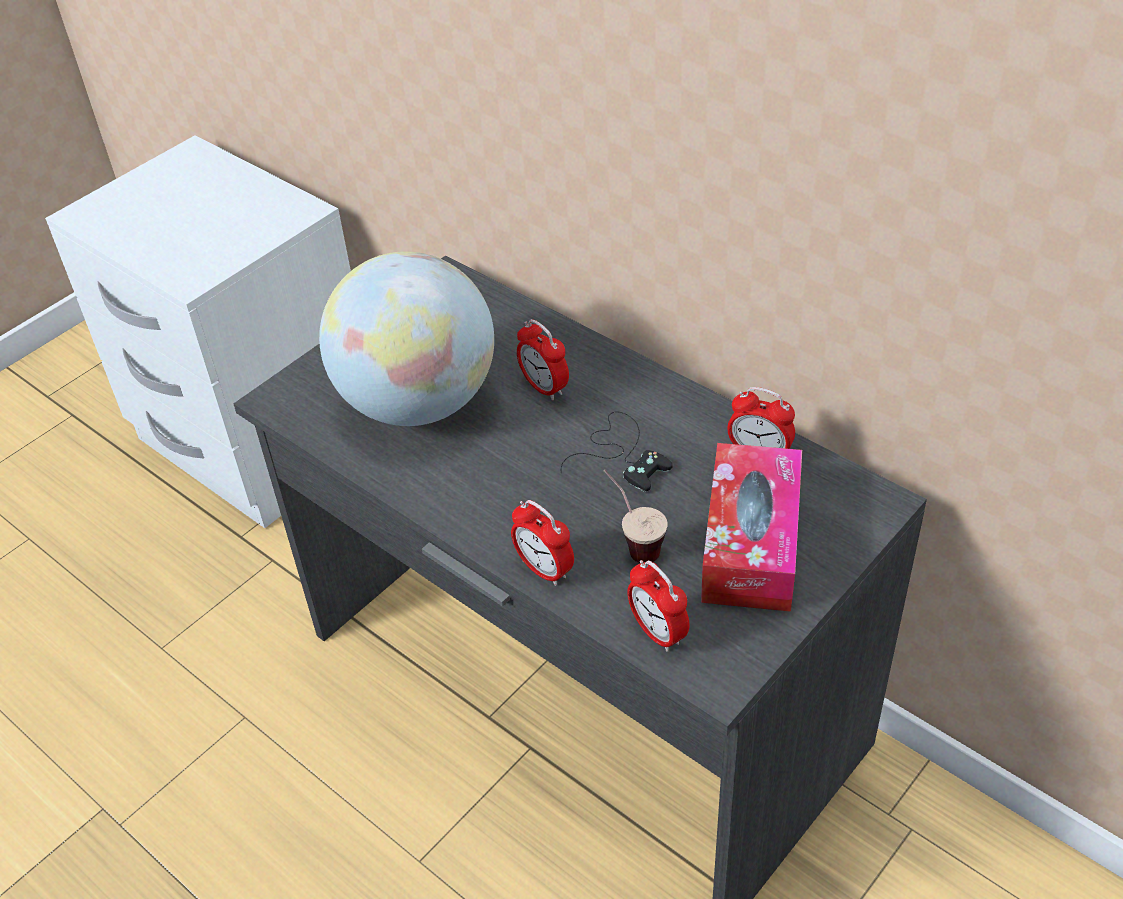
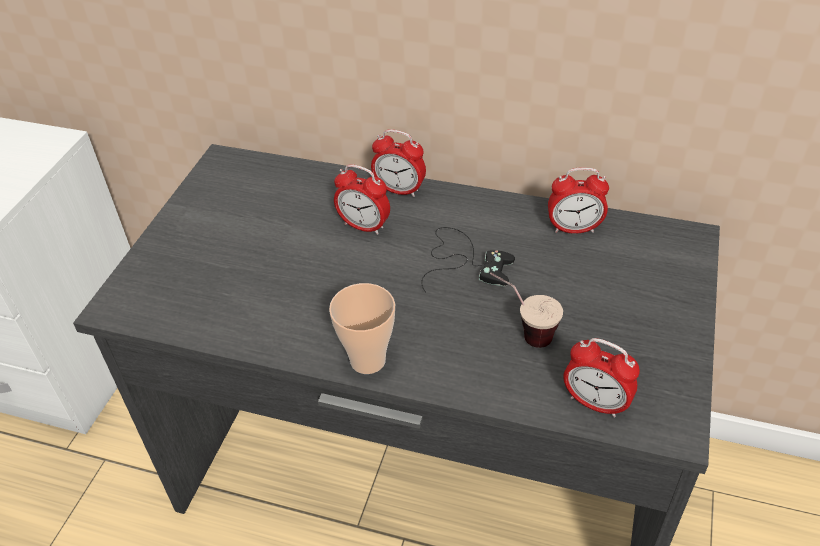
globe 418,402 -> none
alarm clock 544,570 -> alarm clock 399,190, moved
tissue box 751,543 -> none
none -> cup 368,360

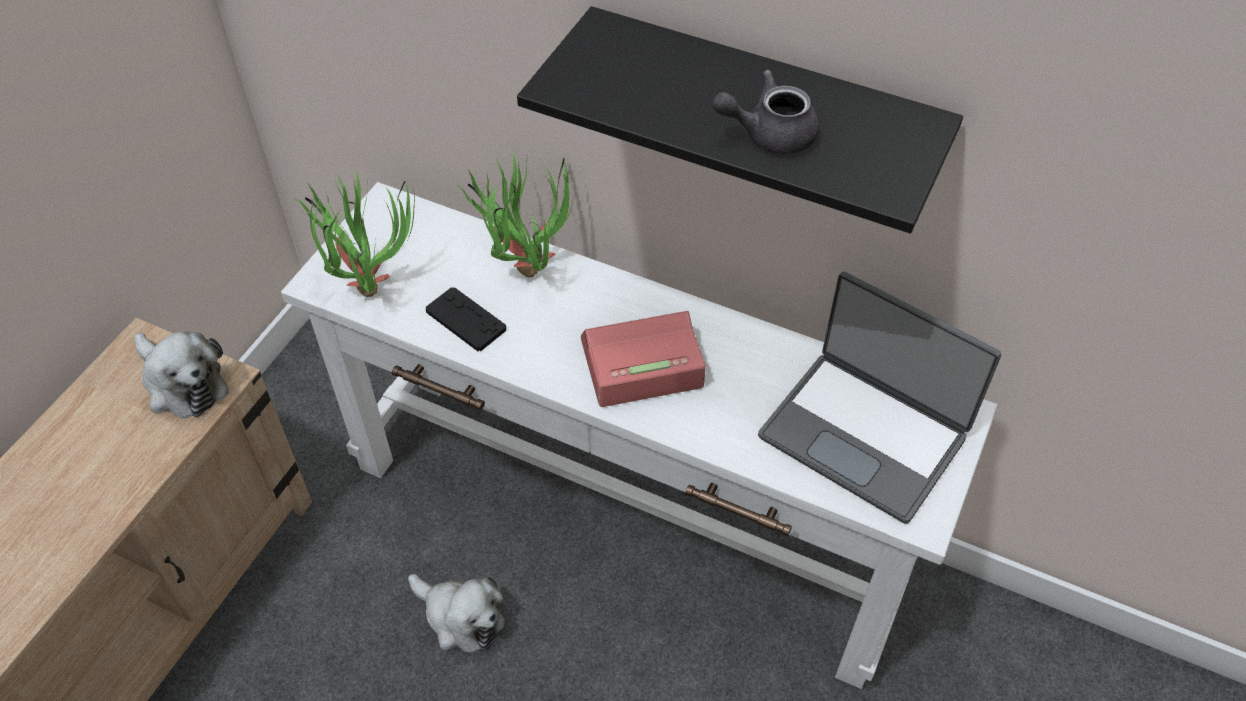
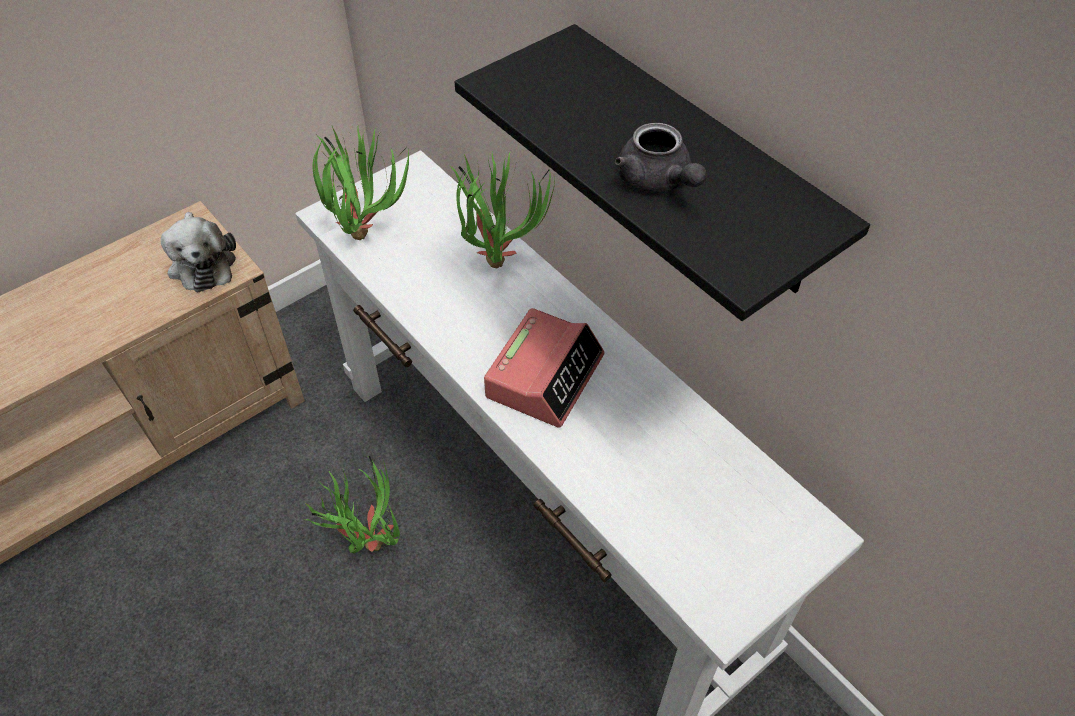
plush toy 460,617 -> potted plant 365,540
black game controller 466,320 -> none
alarm clock 641,364 -> alarm clock 545,376, 105 degrees clockwise
grey teapot 769,134 -> grey teapot 657,181, 135 degrees counterclockwise
laptop 865,434 -> none

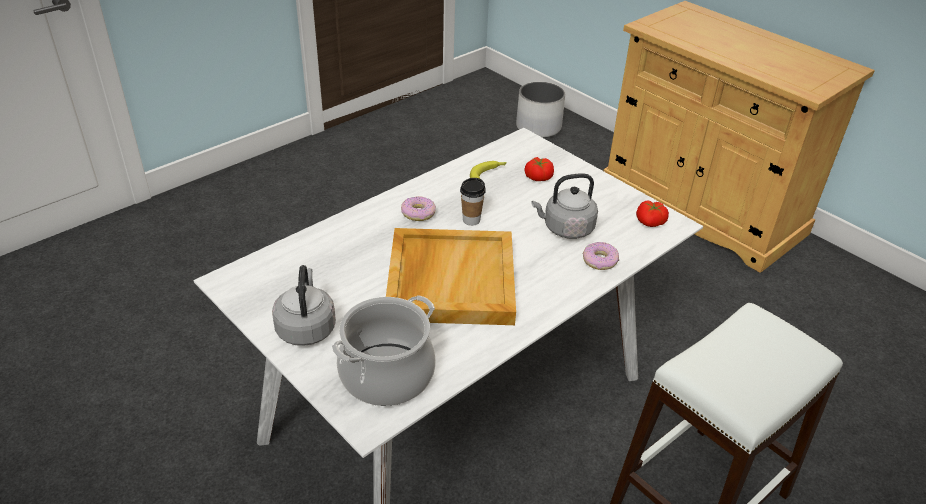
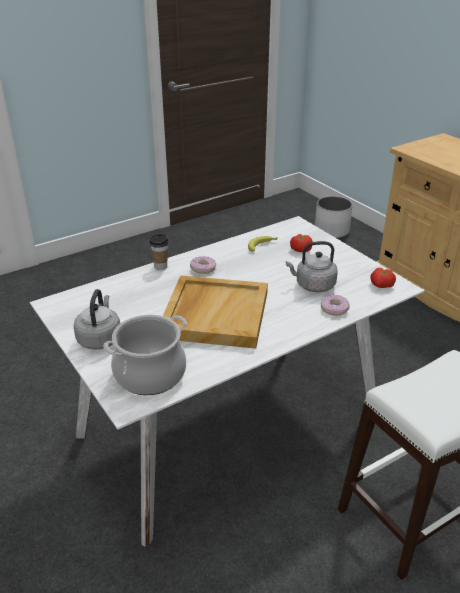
cup 471,220 -> cup 160,266, moved

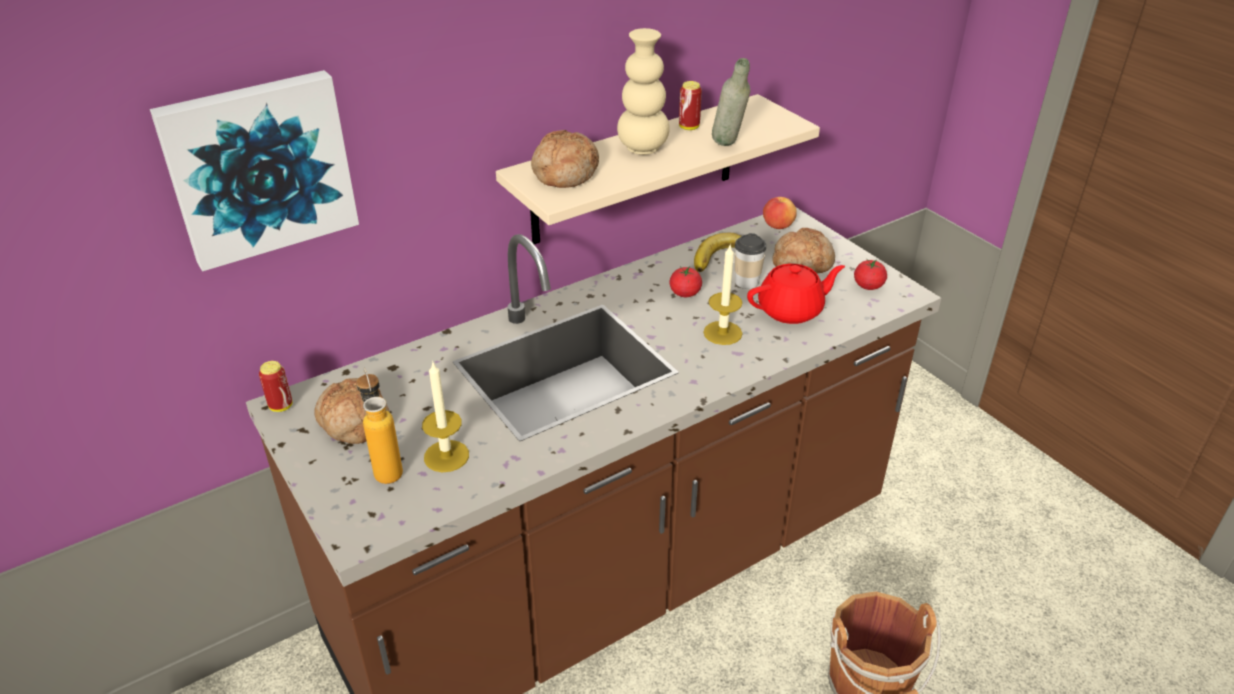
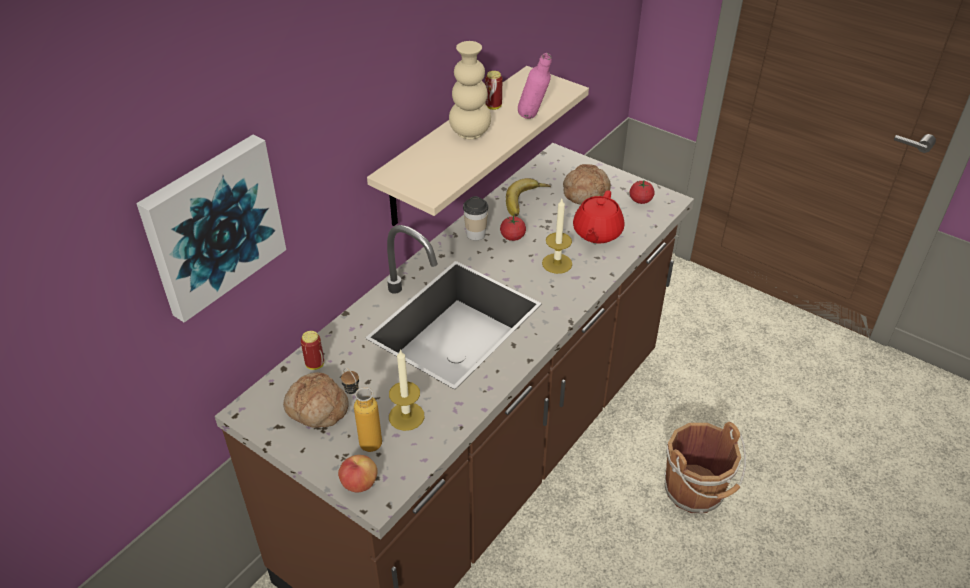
can 281,406 -> can 315,364, moved
bread 564,172 -> none
grey bottle 728,147 -> pink bottle 533,119
cup 746,282 -> cup 475,234, moved
red teapot 791,310 -> red teapot 596,233, 150 degrees clockwise
apple 777,226 -> apple 359,484, moved

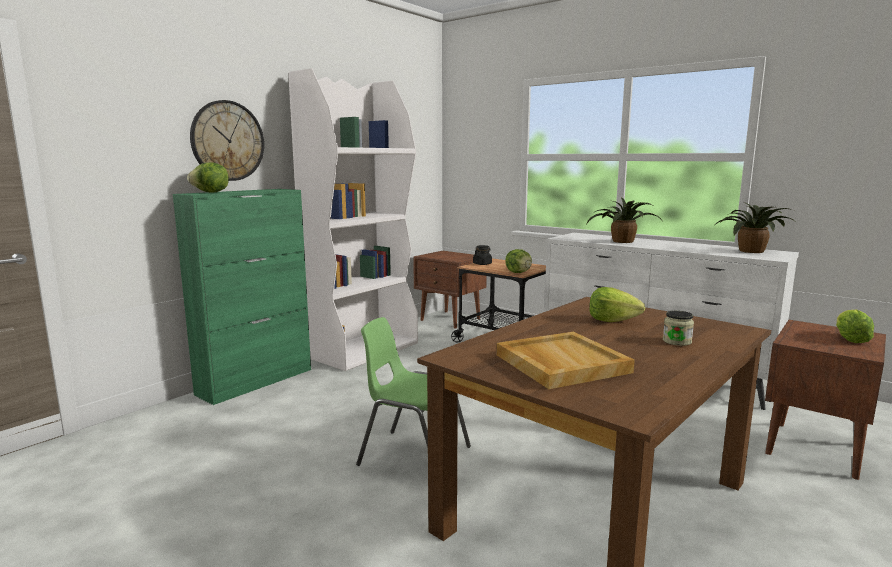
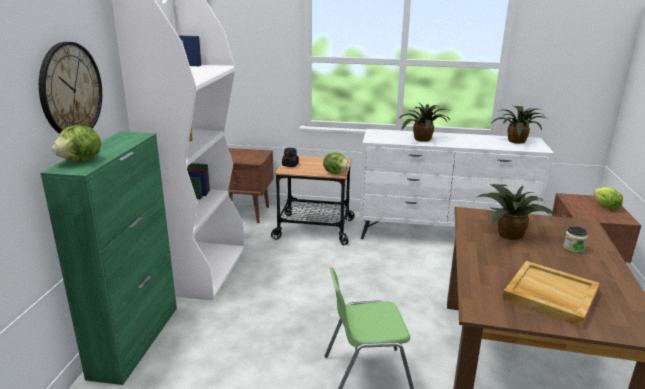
lettuce 612,320 -> potted plant 509,233

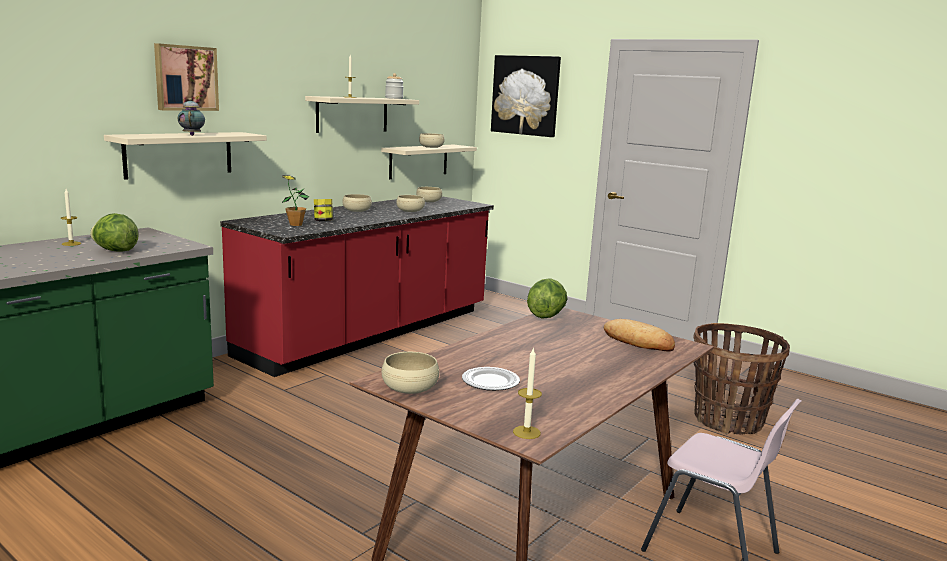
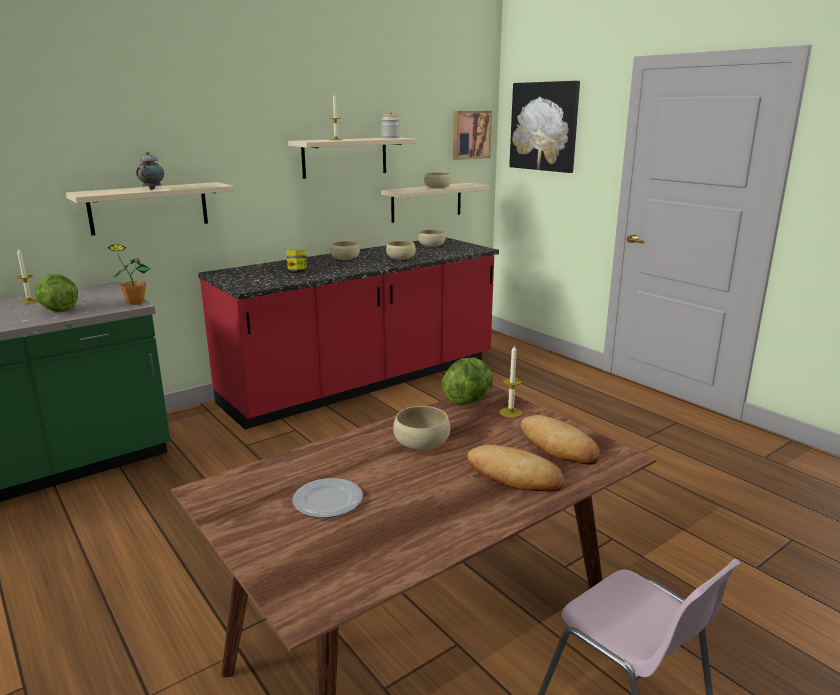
picture 185,78 -> picture 470,135, moved
potted plant 296,224 -> potted plant 135,302, moved
beige bowl 410,387 -> beige bowl 421,442, moved
candle 526,432 -> candle 510,412, moved
basket 728,420 -> none
none -> bread 514,475

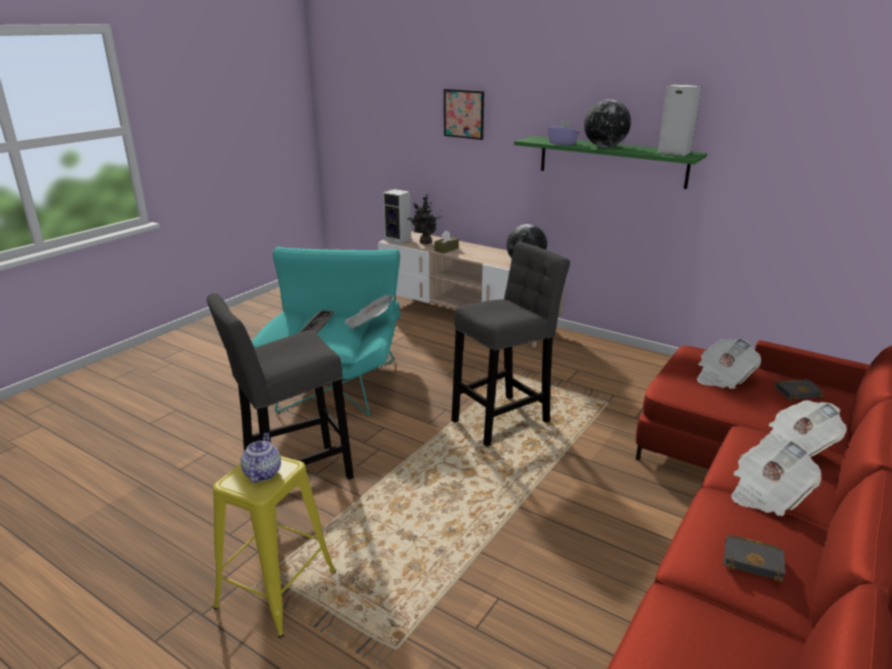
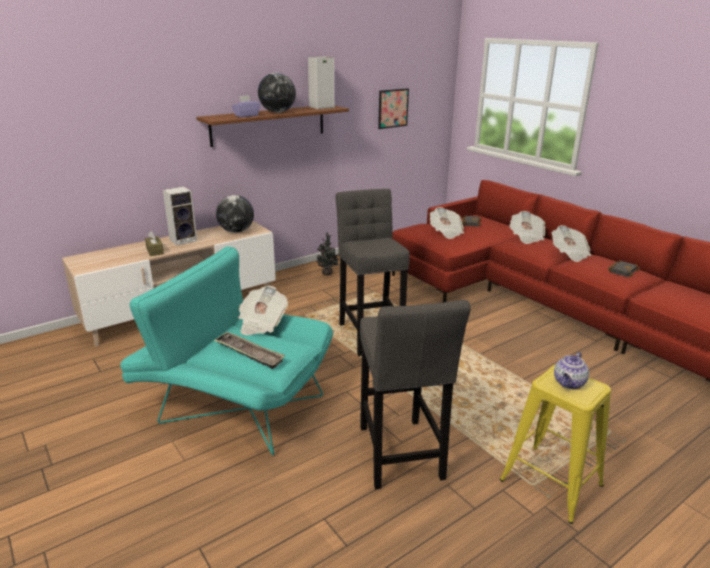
teapot 262,473 -> teapot 569,383, 75 degrees counterclockwise
speaker 399,240 -> speaker 184,240, moved
potted plant 424,242 -> potted plant 328,273, moved
picture 464,114 -> picture 393,108, moved
green shelf 611,161 -> brown shelf 269,125

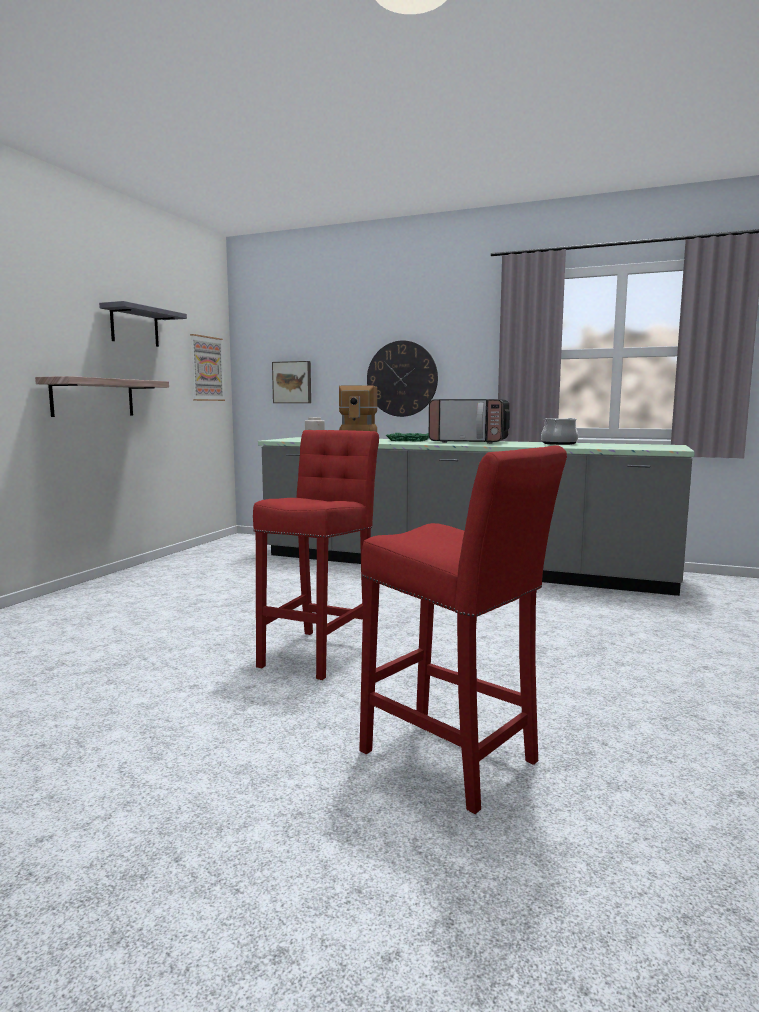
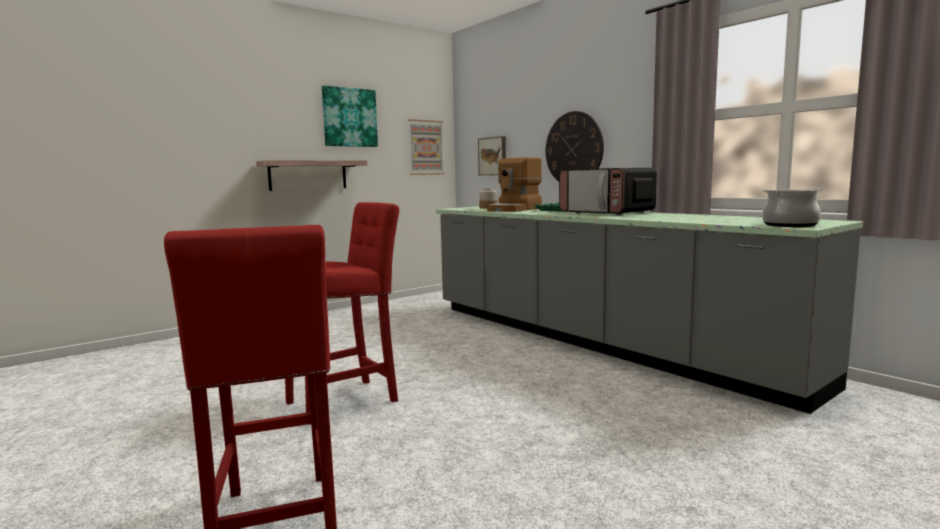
grey shelf 134,326 -> picture 349,117
cooking pot 559,443 -> cooking pot 790,225, moved

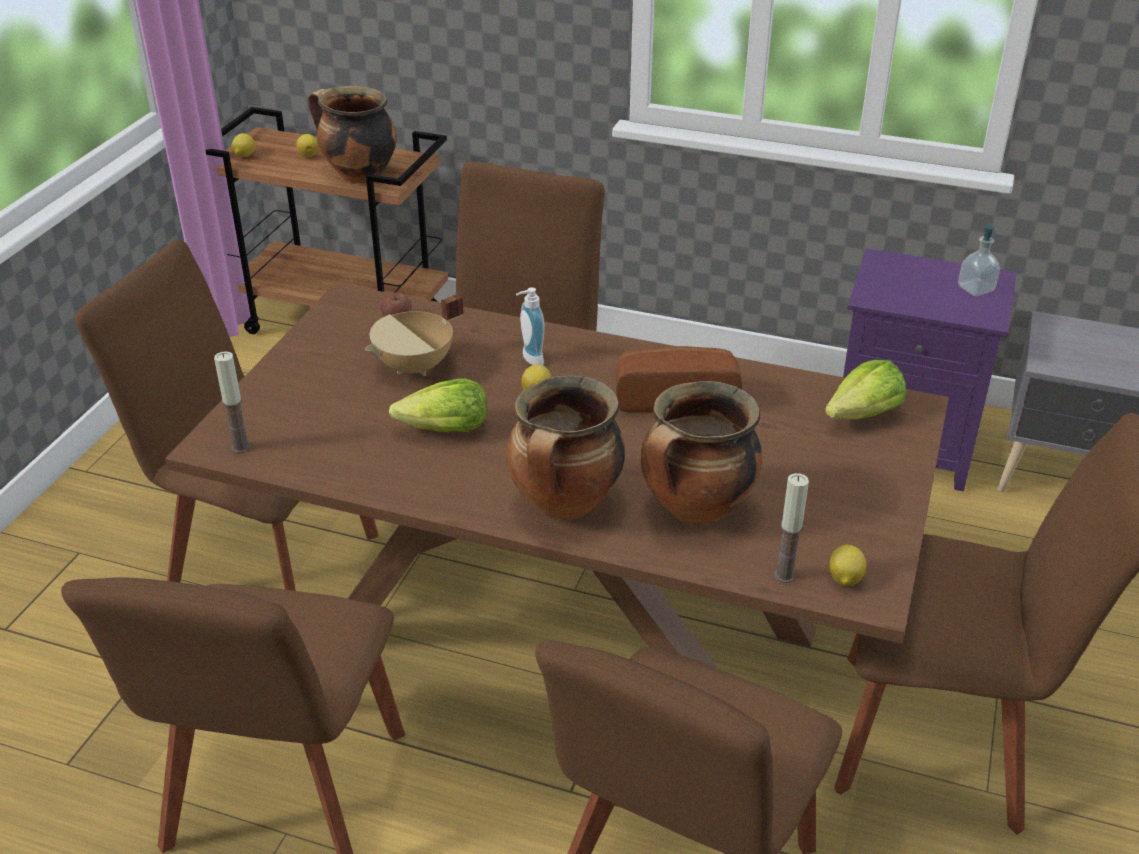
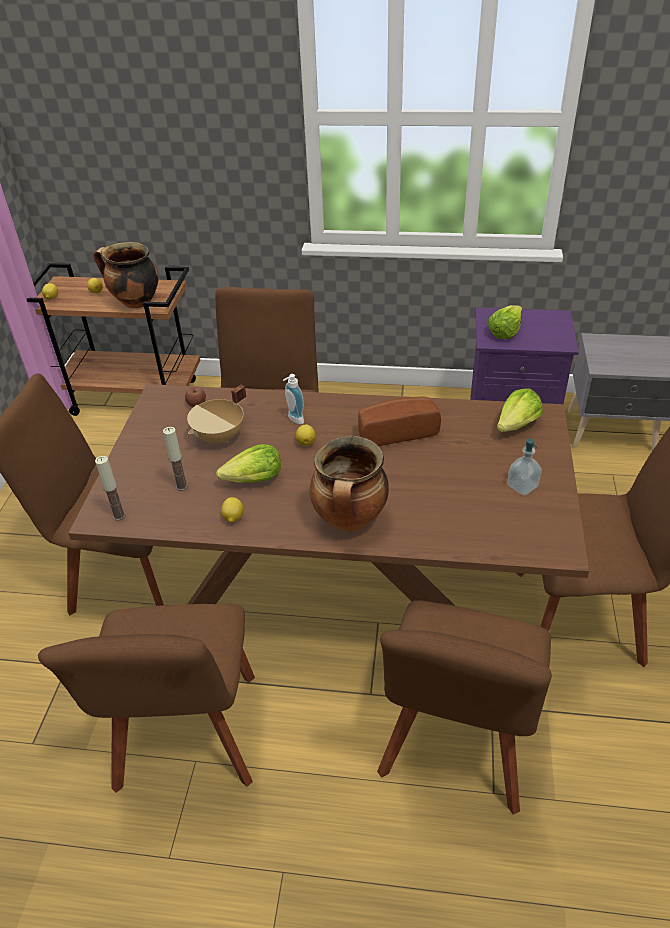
cooking pot 696,510 -> none
candle 784,575 -> candle 182,486, moved
lemon 844,579 -> lemon 233,518, moved
soap dispenser 975,289 -> soap dispenser 522,486, moved
none -> lettuce 504,331

